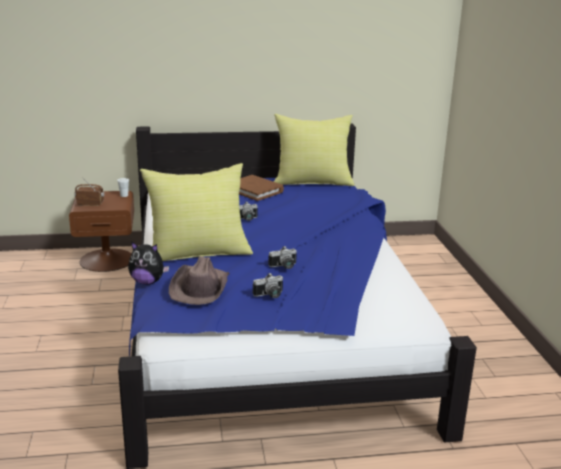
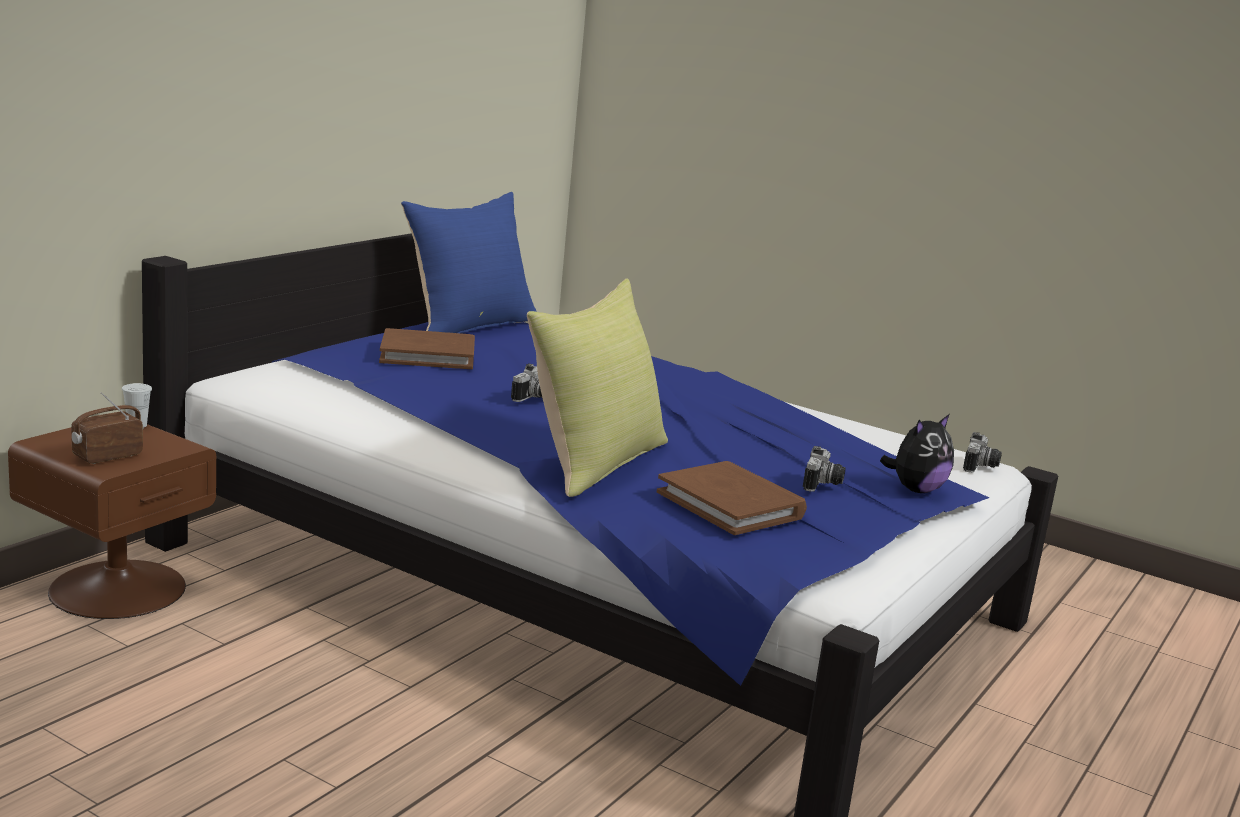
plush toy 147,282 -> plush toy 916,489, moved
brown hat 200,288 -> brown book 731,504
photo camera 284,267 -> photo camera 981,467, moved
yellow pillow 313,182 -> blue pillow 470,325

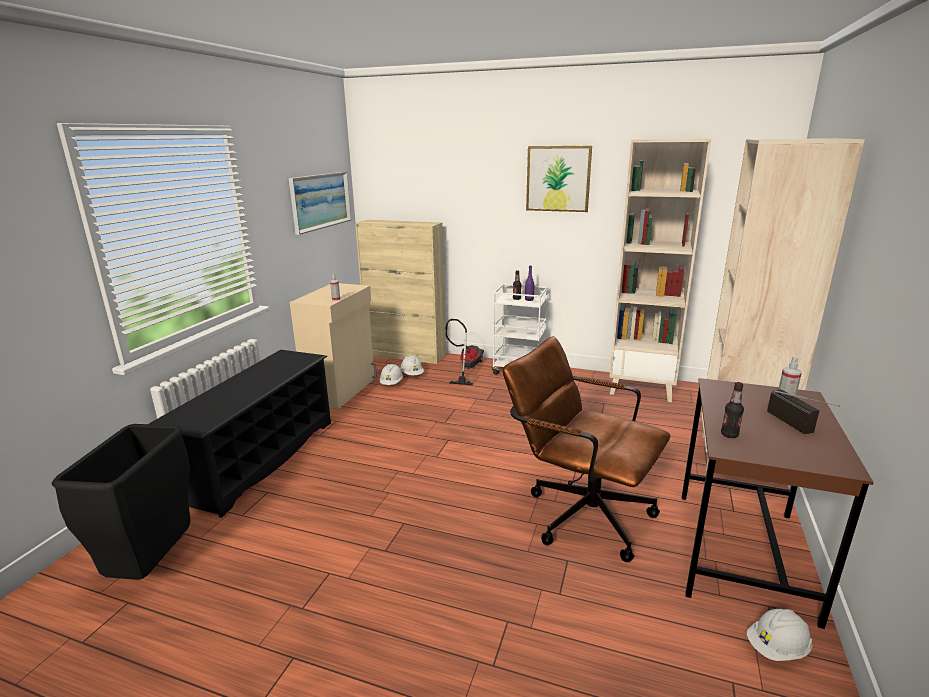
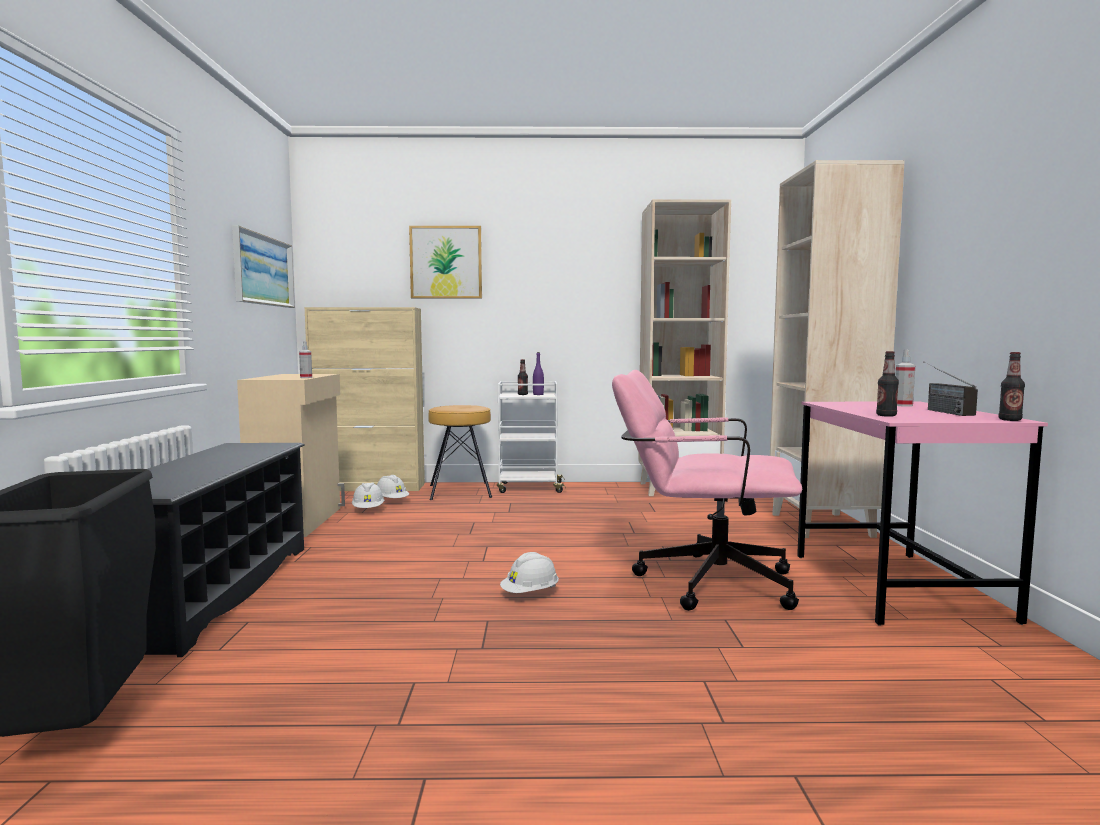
vacuum cleaner 466,368 -> brown stool 460,491
brown office chair 579,512 -> pink office chair 701,581
picture 558,179 -> picture 446,262, moved
brown desk 742,554 -> pink desk 897,587
white hard hat 777,648 -> white hard hat 530,594, moved
radio 801,428 -> radio 939,411, 150 degrees counterclockwise
none -> bottle 1010,420

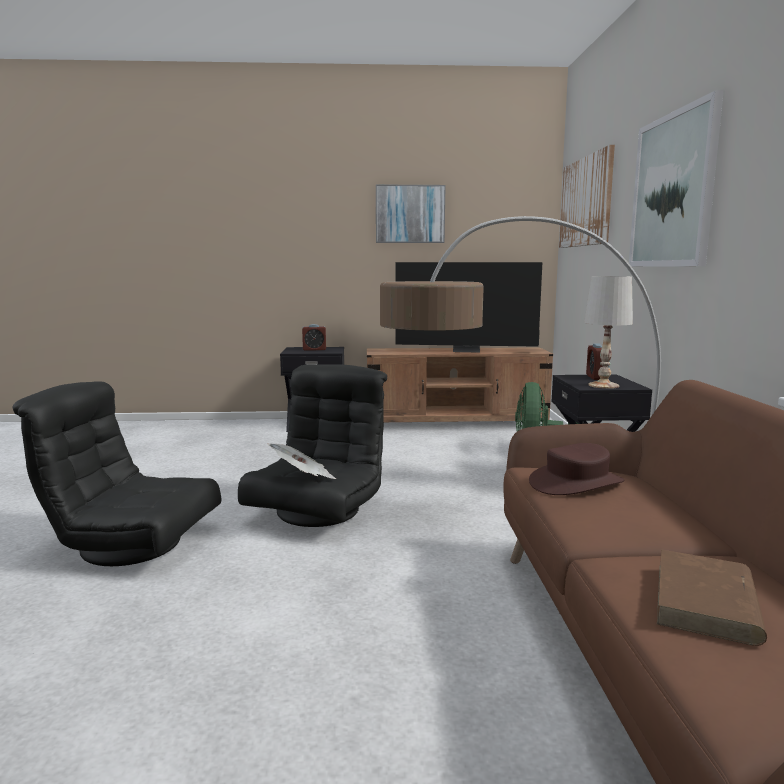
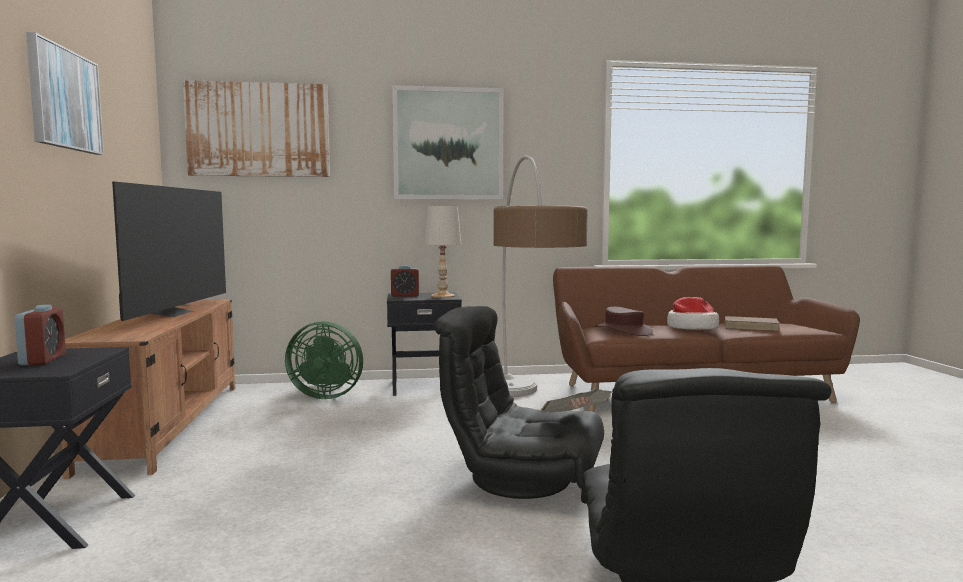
none -> hat 691,328

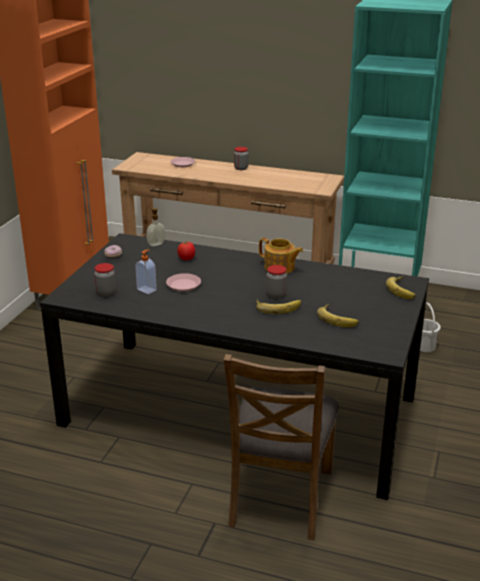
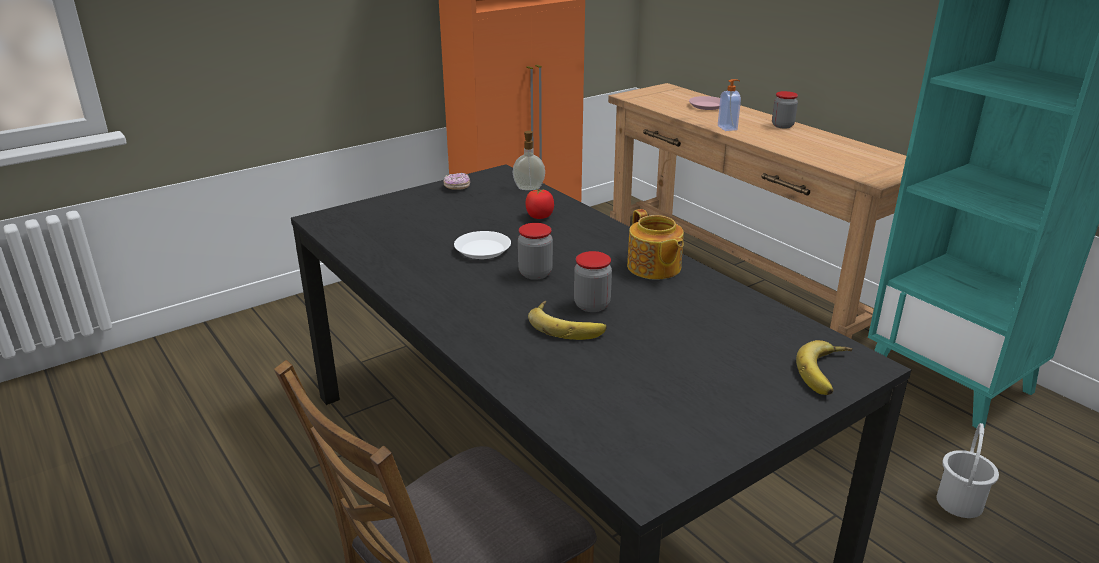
jar 106,292 -> jar 535,273, moved
soap dispenser 147,289 -> soap dispenser 728,128, moved
pink plate 183,285 -> white plate 482,249
banana 338,318 -> none

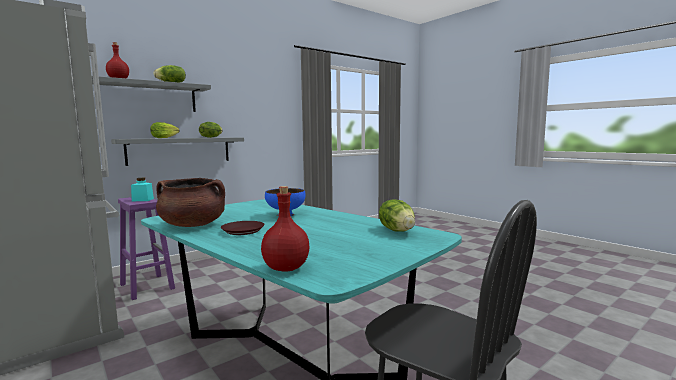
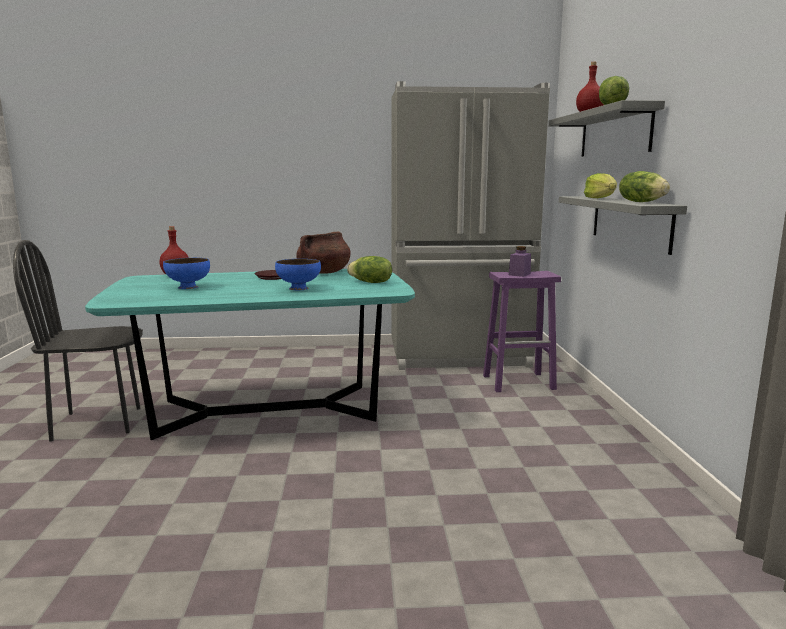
turquoise jar 142,200 -> purple jar 519,274
lettuce 397,230 -> lettuce 370,282, moved
none -> blue bowl 188,287

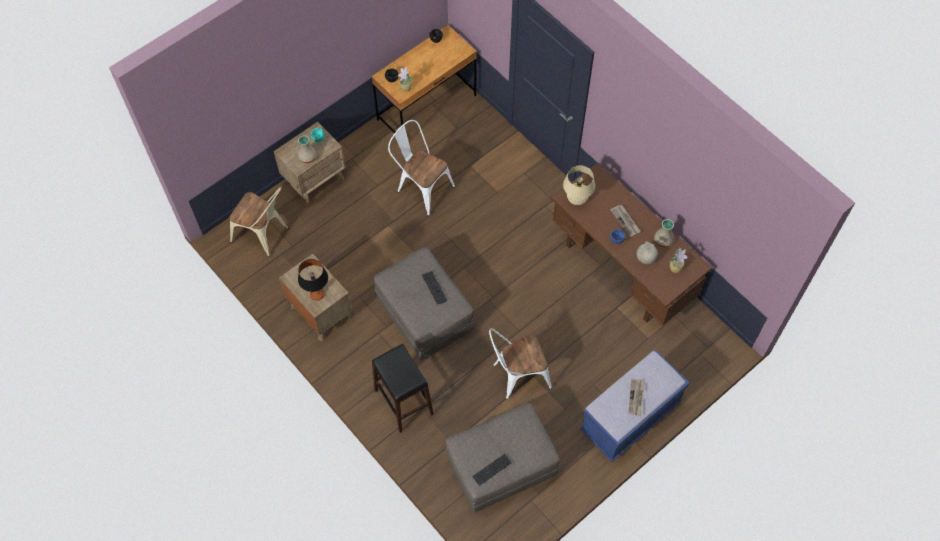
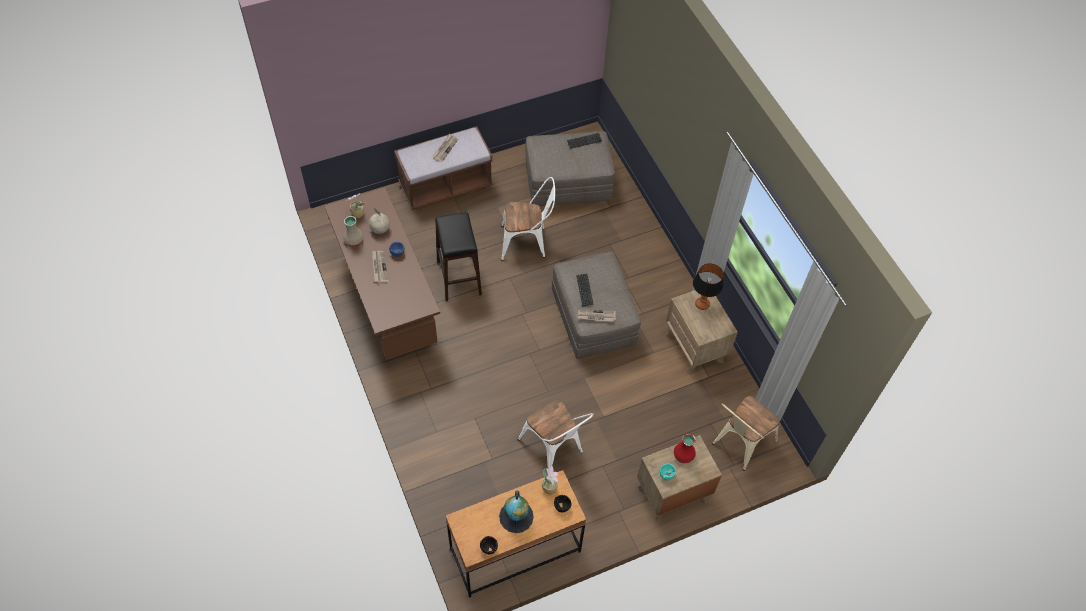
beige chair 264,235 -> beige chair 739,444, 90 degrees counterclockwise
beige vase 308,157 -> red vase 683,455
black stool 403,402 -> black stool 459,278, moved
beige table lamp 576,199 -> none
blue bench 630,417 -> brown bench 445,186
none -> globe 516,516
none -> newspaper 596,316

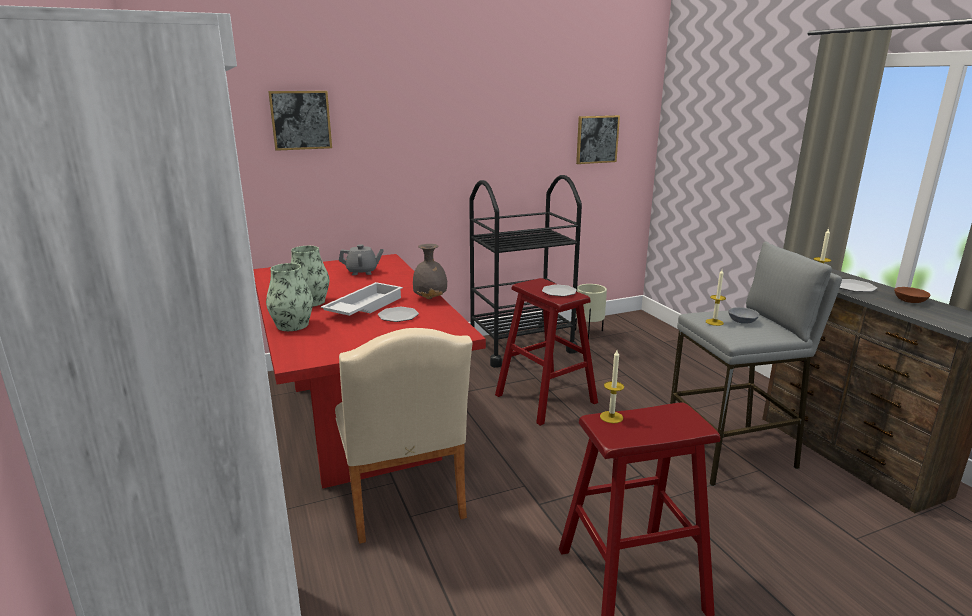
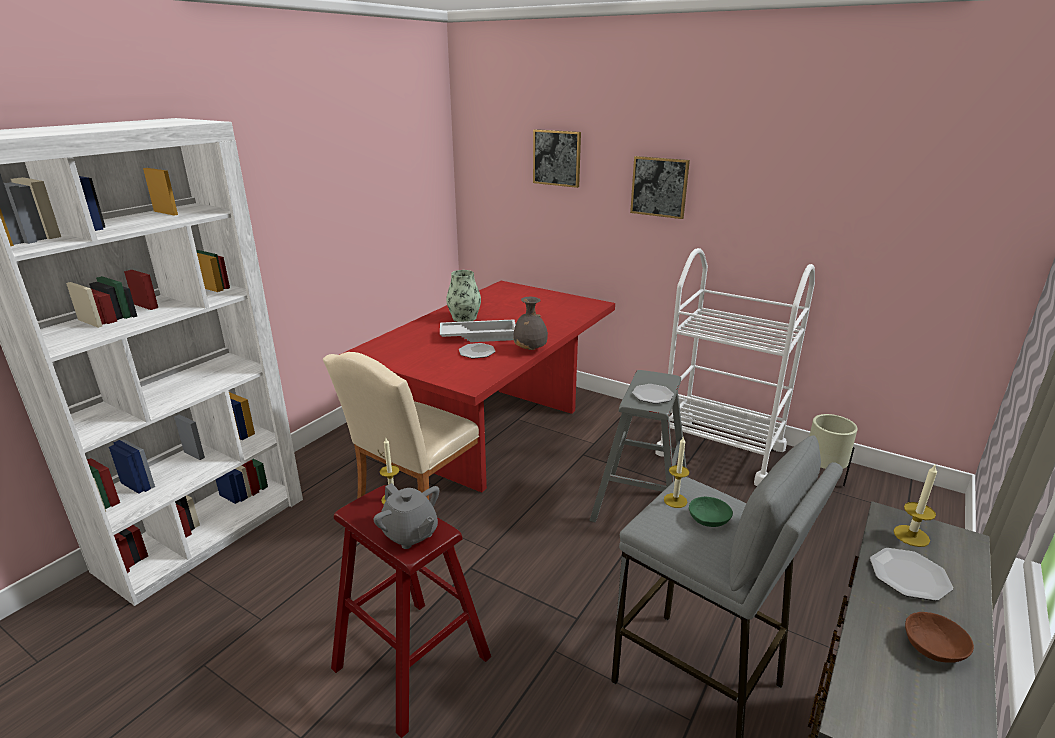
vase 292,325 -> none
grey teapot 362,272 -> grey teapot 410,534, moved
black cart 521,346 -> white cart 720,451
red stool 545,398 -> grey stool 640,505
picture 597,139 -> picture 659,187, moved
grey bowl 743,321 -> green bowl 708,520

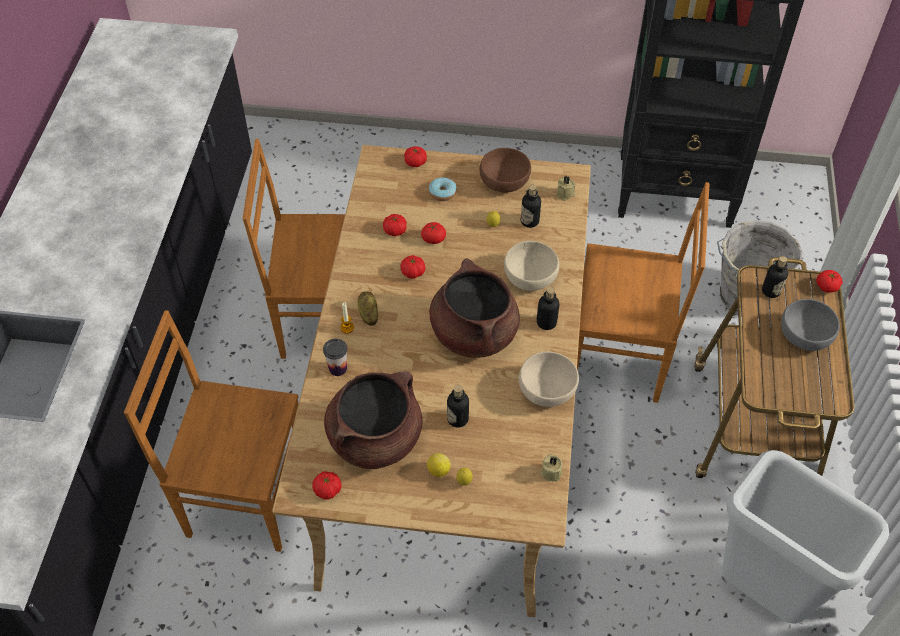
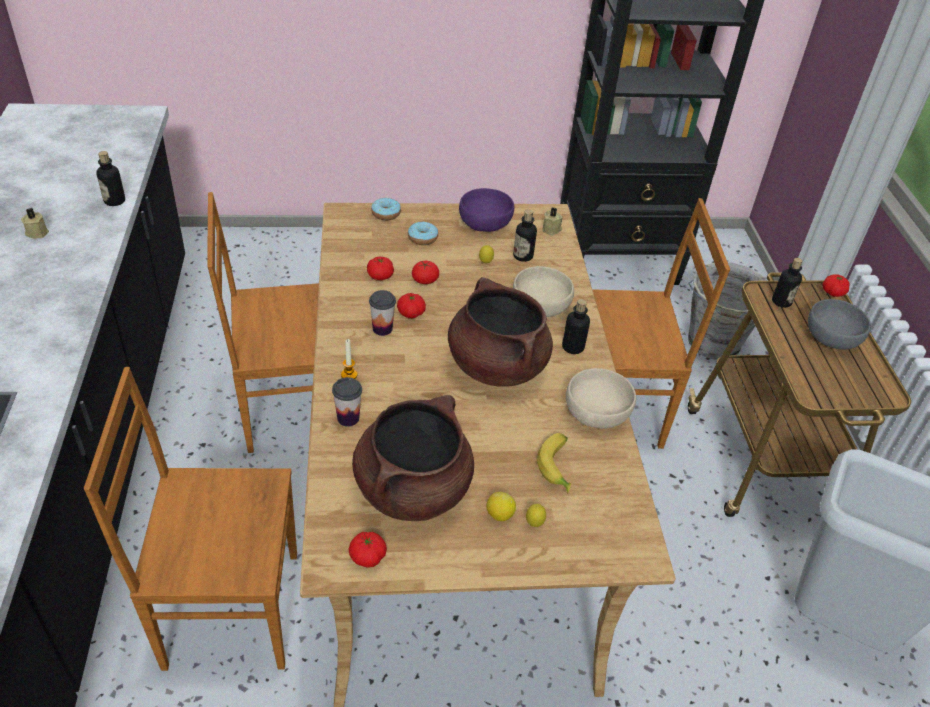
potato 368,314 -> none
tomato 415,162 -> donut 386,214
bottle 457,419 -> bottle 114,201, moved
brown bowl 505,181 -> purple bowl 486,223
beige candle 551,471 -> beige candle 37,232, moved
none -> cup 382,329
none -> banana 559,467

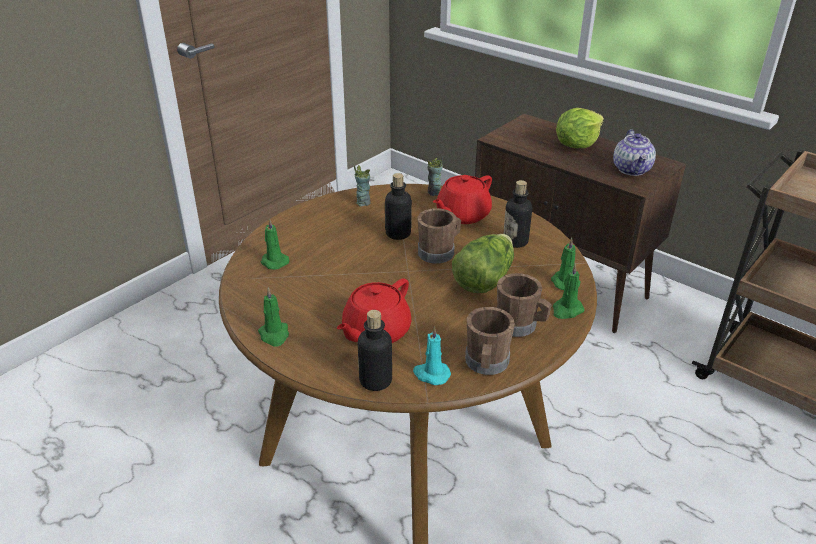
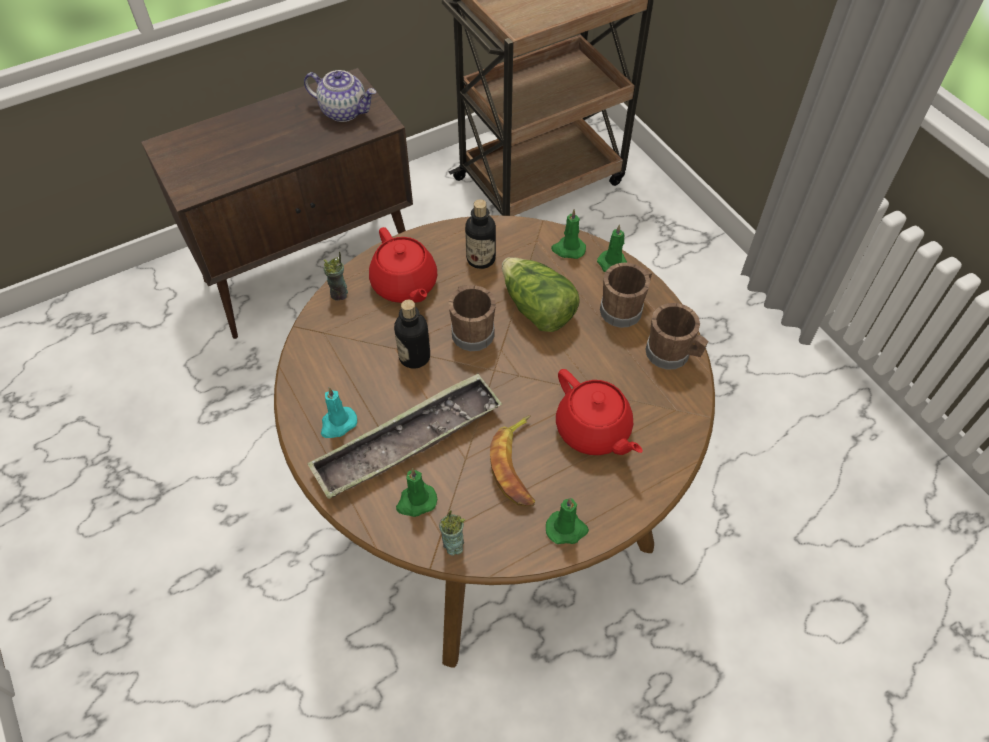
cup 363,202 -> cup 453,545, moved
bottle 375,380 -> none
turquoise candle 431,374 -> turquoise candle 338,424, moved
lettuce 576,144 -> none
none -> tray 407,441
none -> banana 517,466

